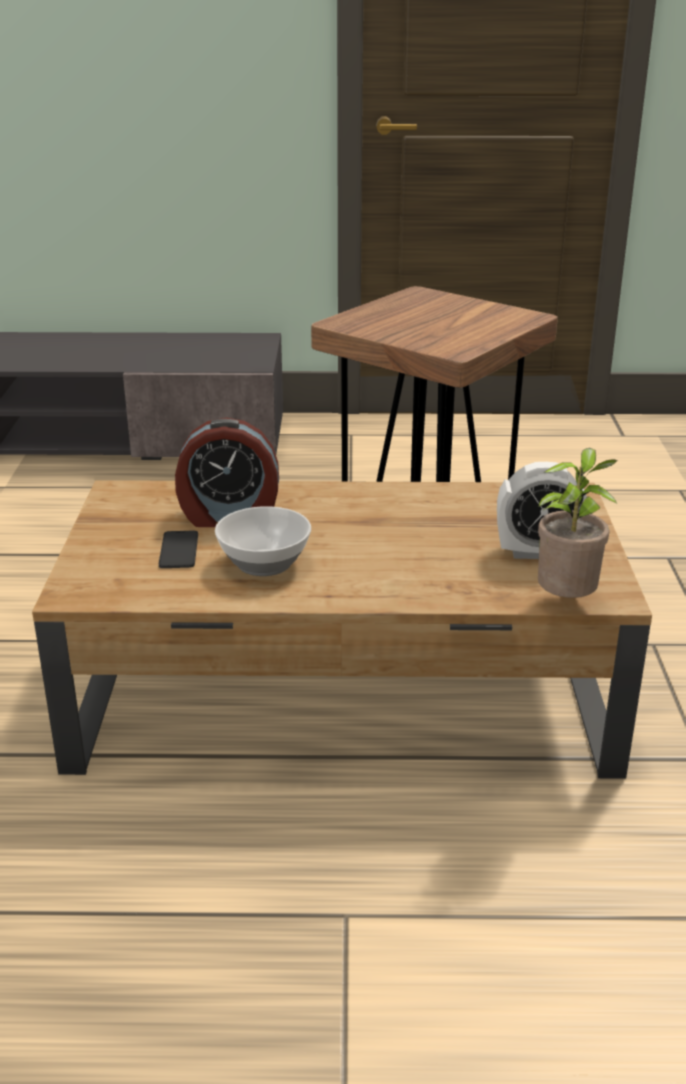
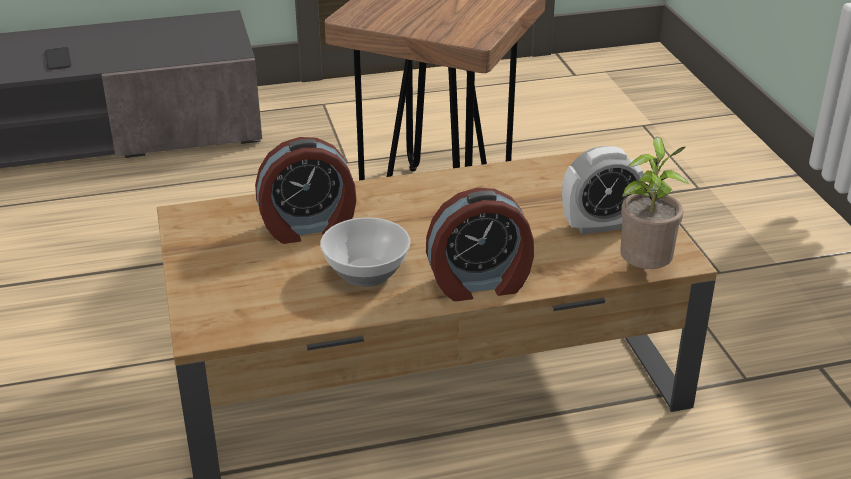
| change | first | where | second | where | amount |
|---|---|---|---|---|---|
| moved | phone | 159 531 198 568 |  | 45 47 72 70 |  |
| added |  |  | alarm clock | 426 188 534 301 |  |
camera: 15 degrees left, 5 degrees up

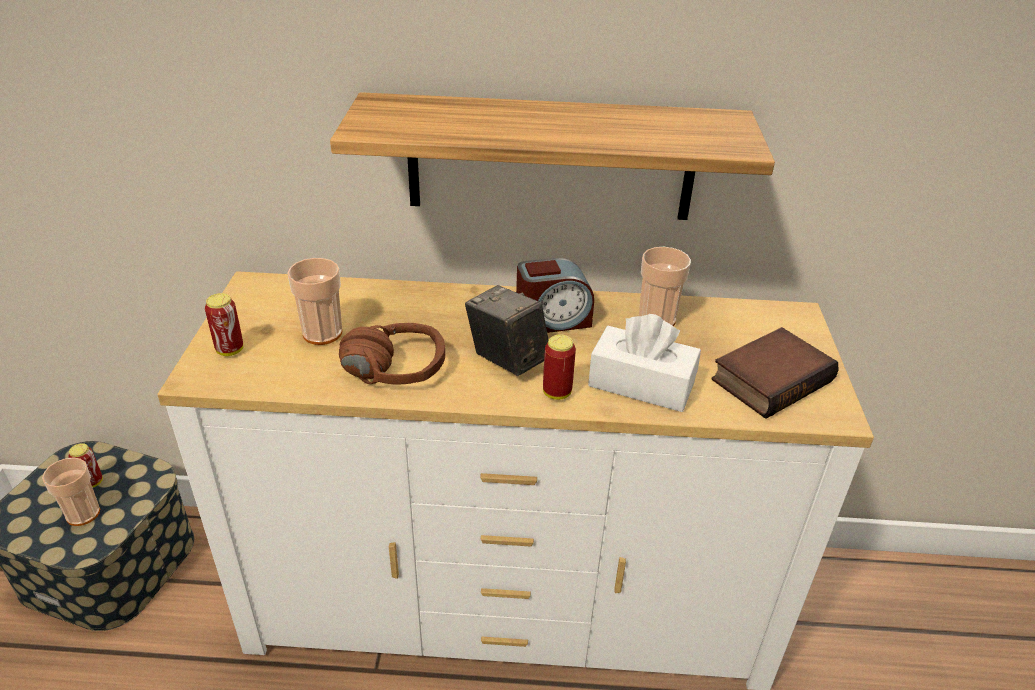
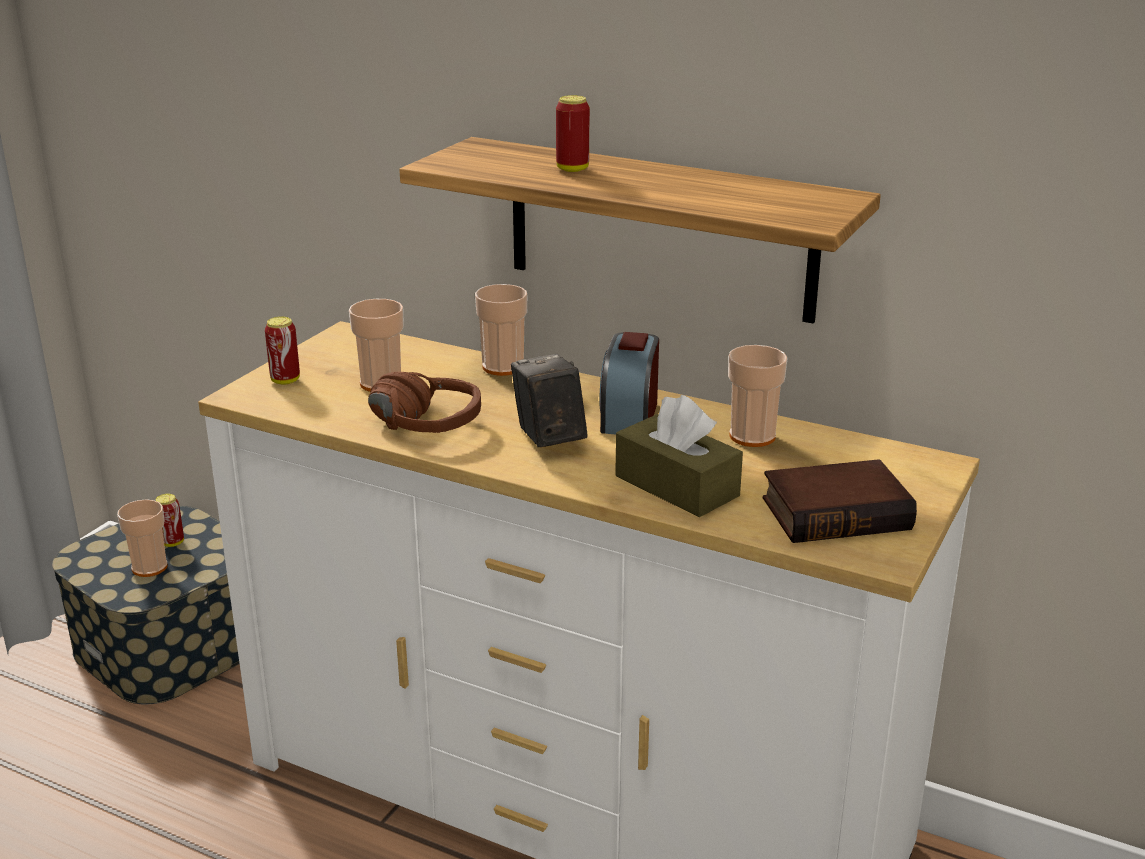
| change | first | where | second | where | amount |
|---|---|---|---|---|---|
| turned | alarm clock | 516 258 594 333 |  | 599 332 659 434 | 90 degrees clockwise |
| moved | can | 543 334 576 400 |  | 556 95 590 172 |  |
| recoloured | white tissue box | 588 314 701 412 | brown tissue box | 615 395 743 517 |  |
| added |  |  | cup | 475 284 527 376 |  |
camera: 25 degrees right, 10 degrees down

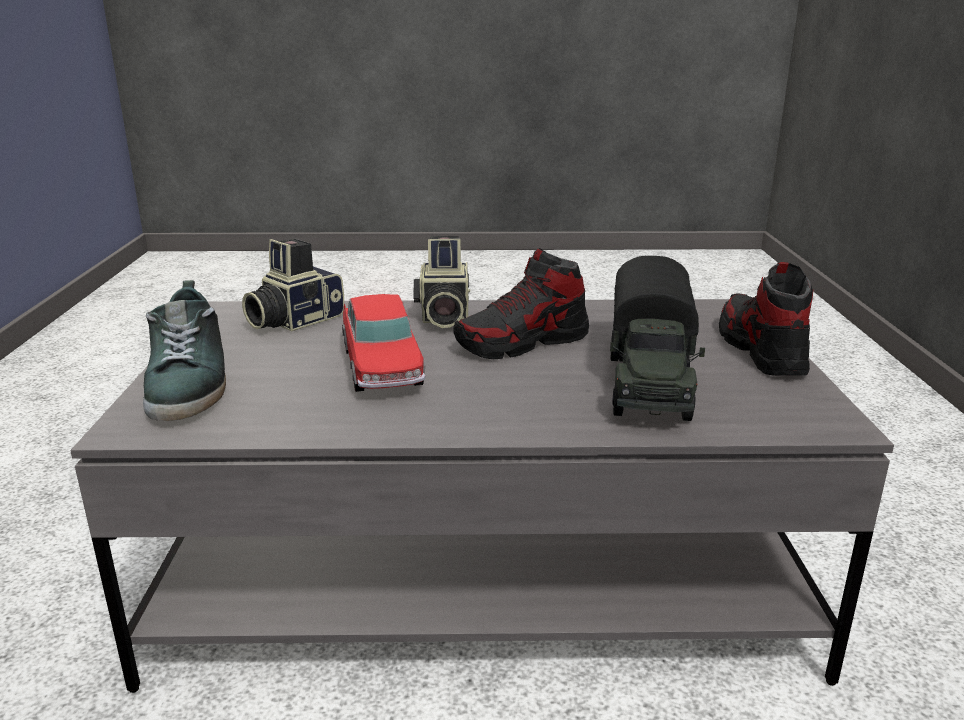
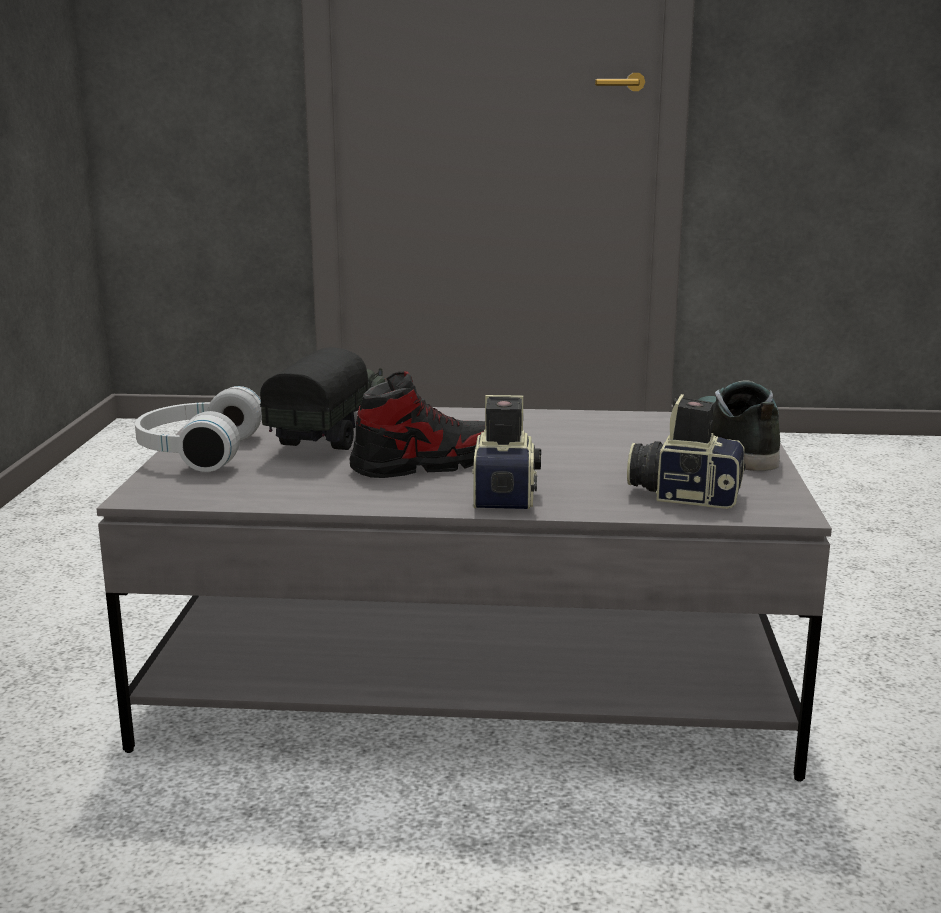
| change | first | where | second | where | amount |
|---|---|---|---|---|---|
| turned | photo camera | 242 239 344 331 |  | 627 394 746 509 | 120 degrees counterclockwise |
| removed | toy car | 342 294 425 392 |  |  |  |
| replaced | shoe | 719 262 814 376 | white headphones | 135 386 262 472 |  |
camera: 175 degrees left, 5 degrees down

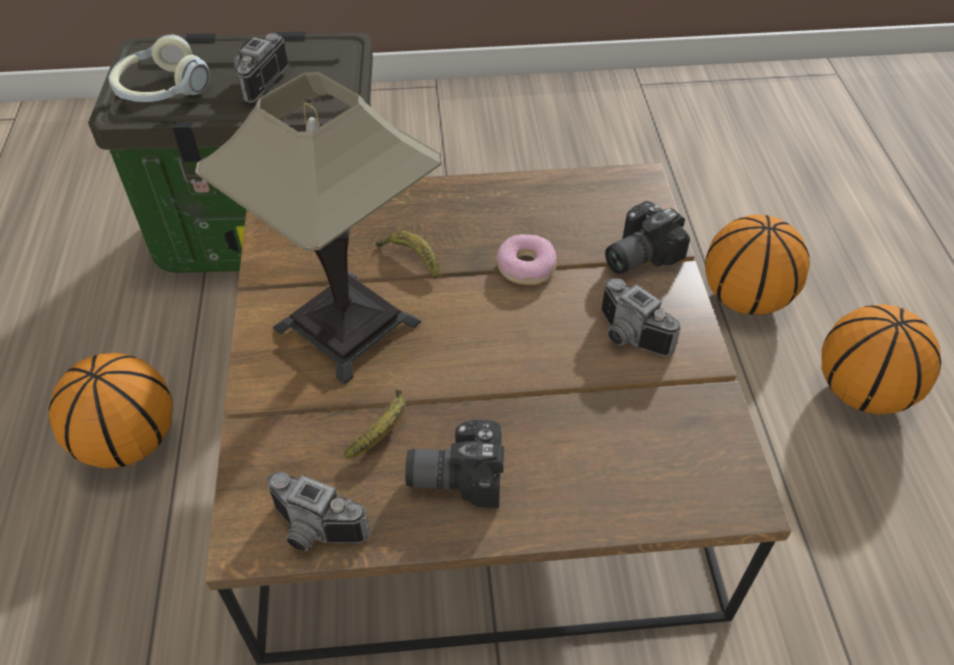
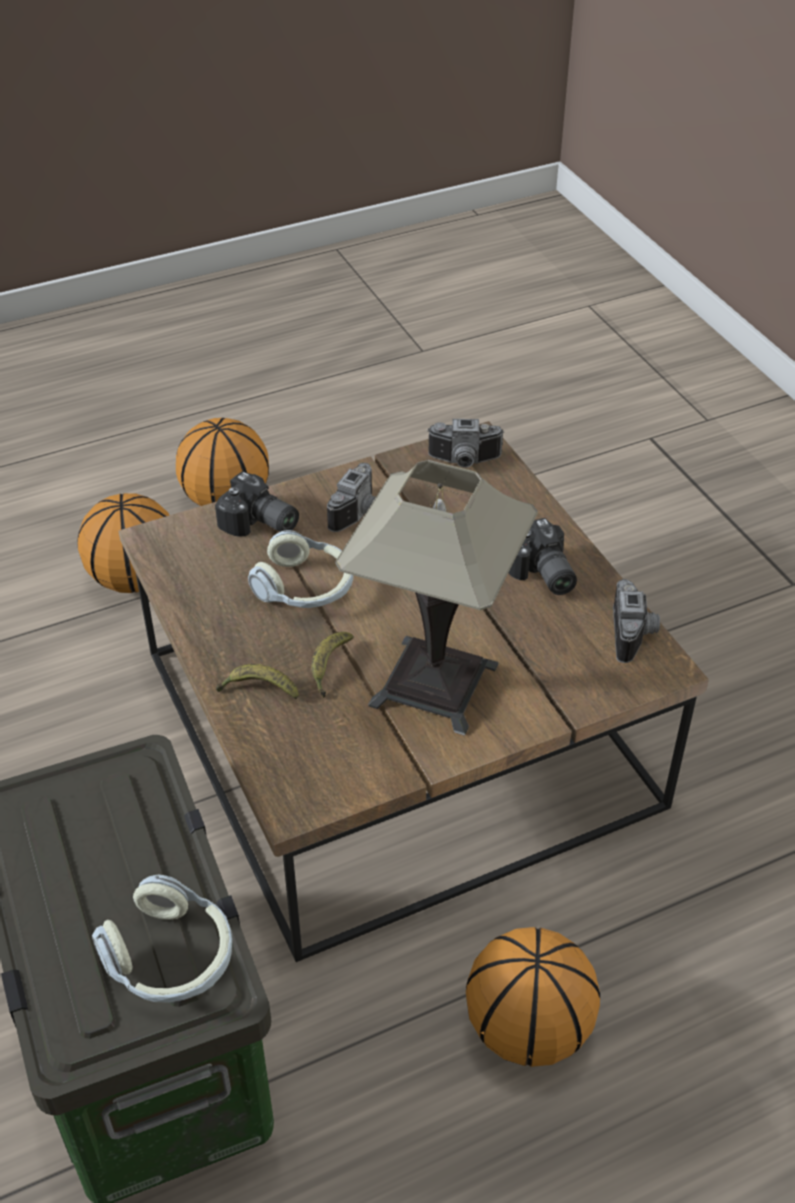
| change | first | where | second | where | amount |
|---|---|---|---|---|---|
| moved | photo camera | 234 33 289 103 |  | 427 419 504 468 |  |
| moved | banana | 344 389 405 458 |  | 216 664 299 699 |  |
| replaced | donut | 496 234 557 285 | headphones | 248 530 353 608 |  |
camera: 110 degrees left, 5 degrees down

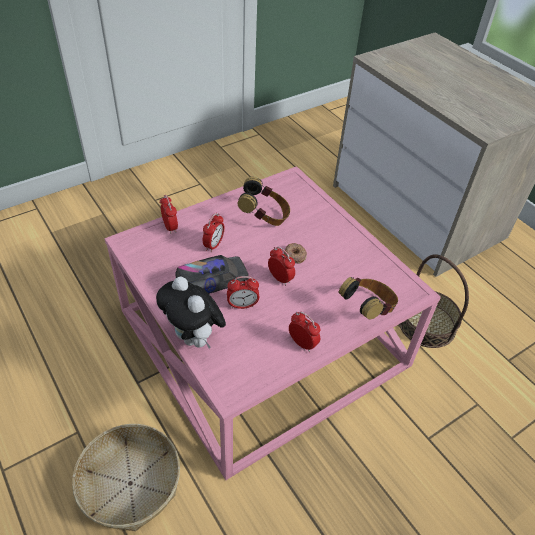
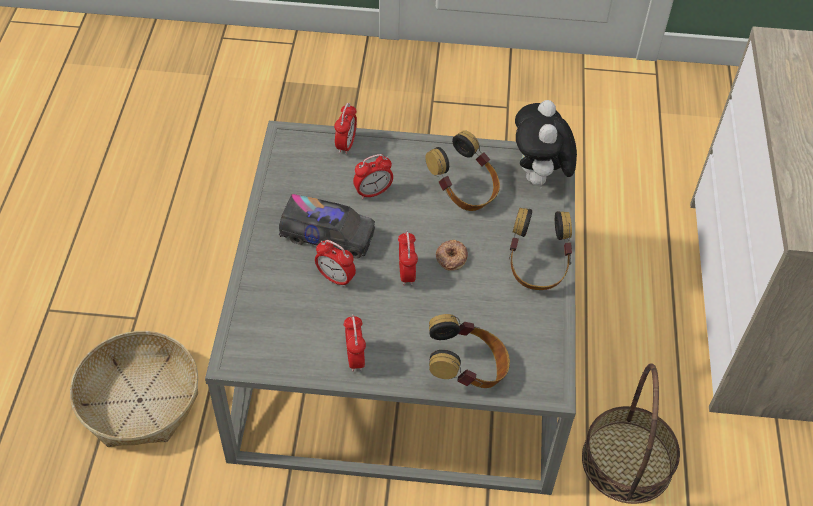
| change | first | where | second | where | amount |
|---|---|---|---|---|---|
| recoloured | pink coffee table | 104 166 441 480 | grey coffee table | 205 121 576 495 |  |
| moved | plush toy | 156 276 226 349 |  | 515 100 577 190 |  |
| added |  |  | headphones | 509 208 572 290 |  |
camera: 40 degrees right, 5 degrees up

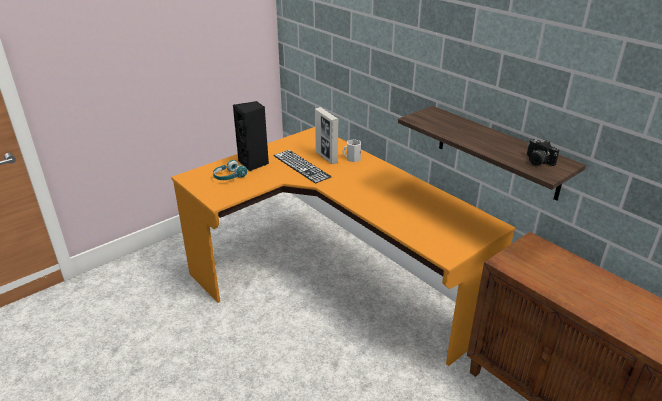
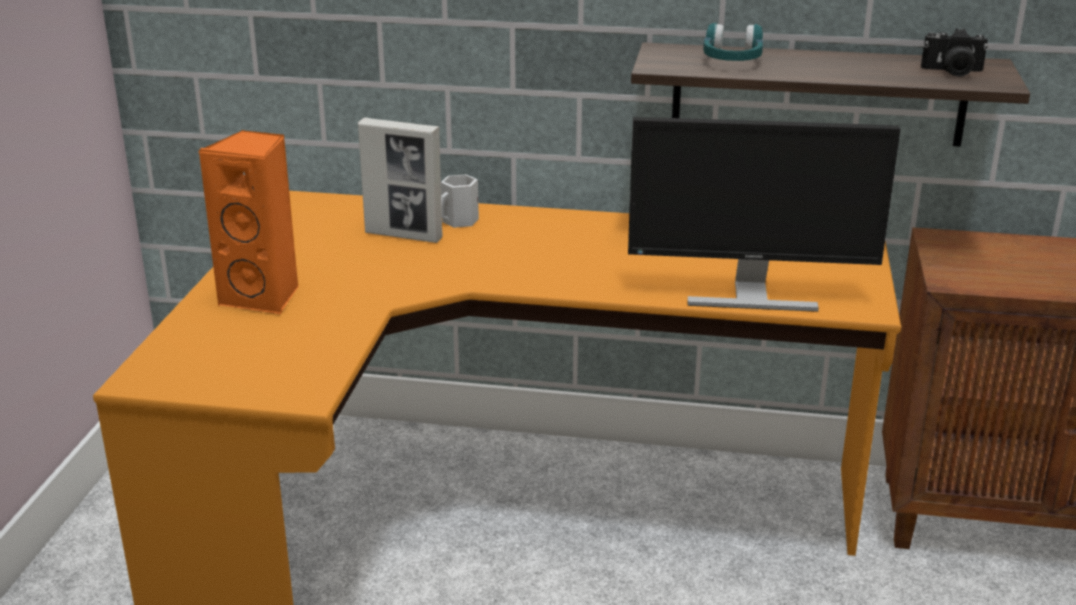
| change | first | where | second | where | amount |
|---|---|---|---|---|---|
| moved | turquoise headphones | 213 160 247 180 |  | 703 23 763 61 |  |
| recoloured | black speaker | 233 101 269 171 | orange speaker | 199 130 299 315 |  |
| removed | keyboard | 273 150 331 184 |  |  |  |
| added |  |  | monitor | 628 117 901 312 |  |
camera: 40 degrees left, 5 degrees down

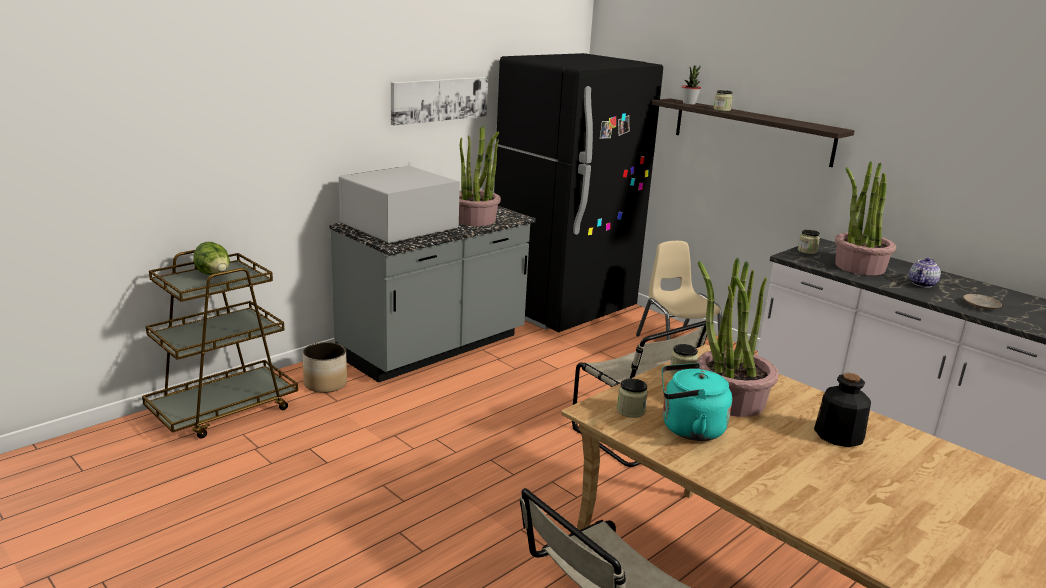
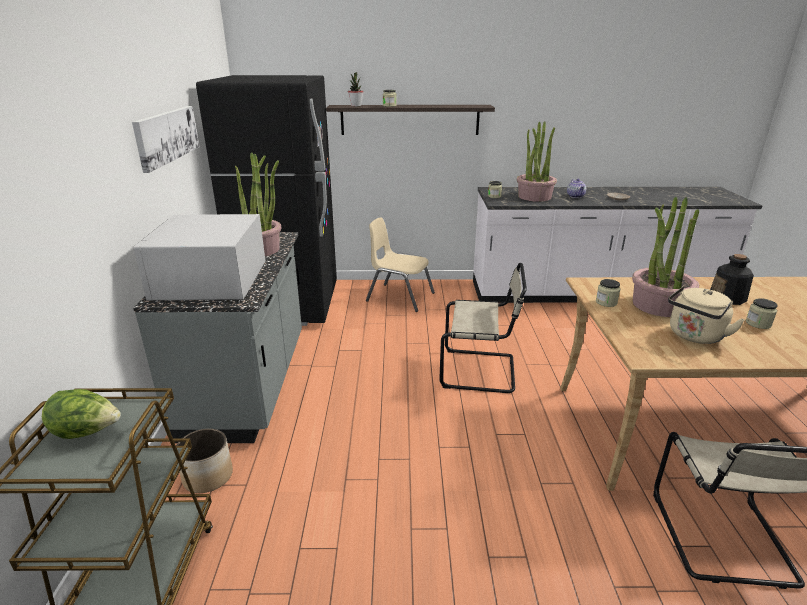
| change | first | where | second | where | amount |
|---|---|---|---|---|---|
| moved | jar | 617 378 648 418 |  | 746 298 778 329 |  |
| recoloured | turquoise kettle | 662 363 732 441 | beige kettle | 668 285 745 344 |  |
camera: 45 degrees left, 5 degrees up

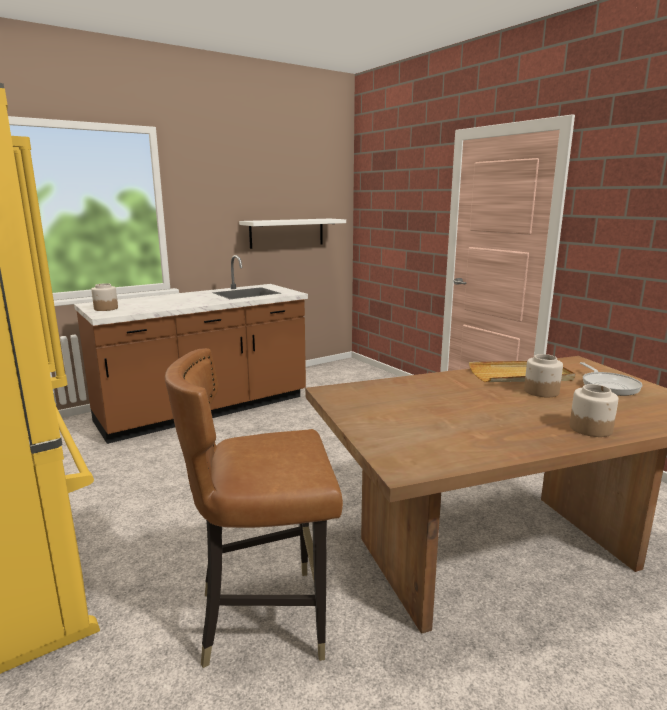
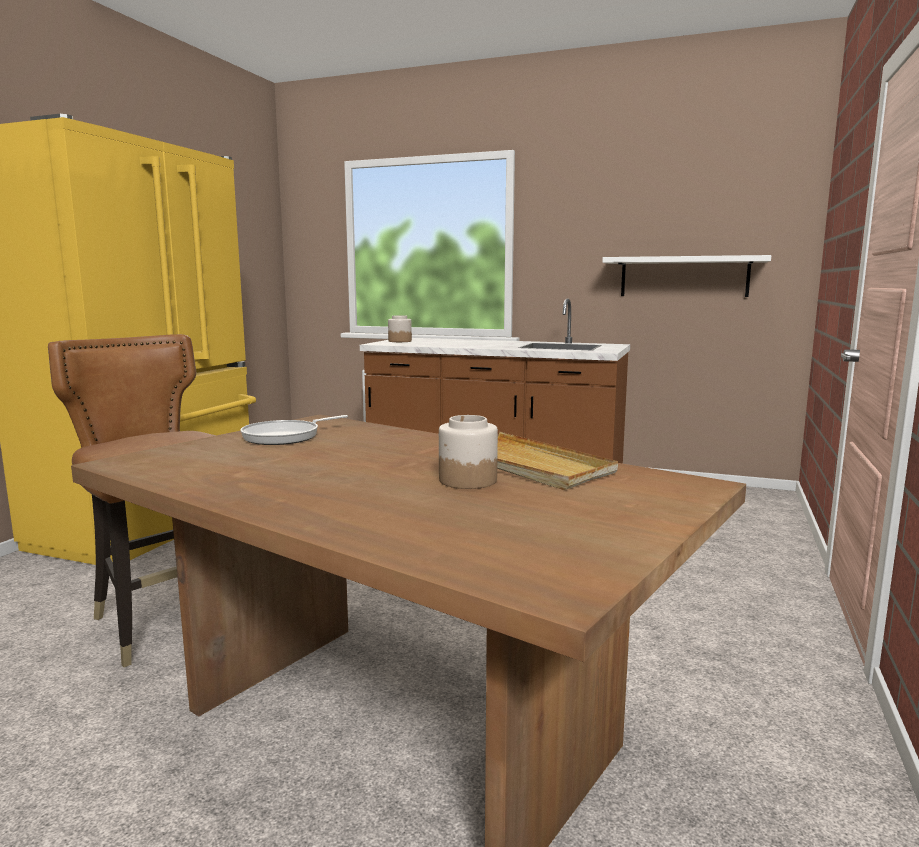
| change | first | where | second | where | amount |
|---|---|---|---|---|---|
| removed | jar | 570 384 618 437 |  |  |  |
| moved | frying pan | 580 362 643 396 |  | 240 415 348 445 |  |
camera: 55 degrees right, 5 degrees down

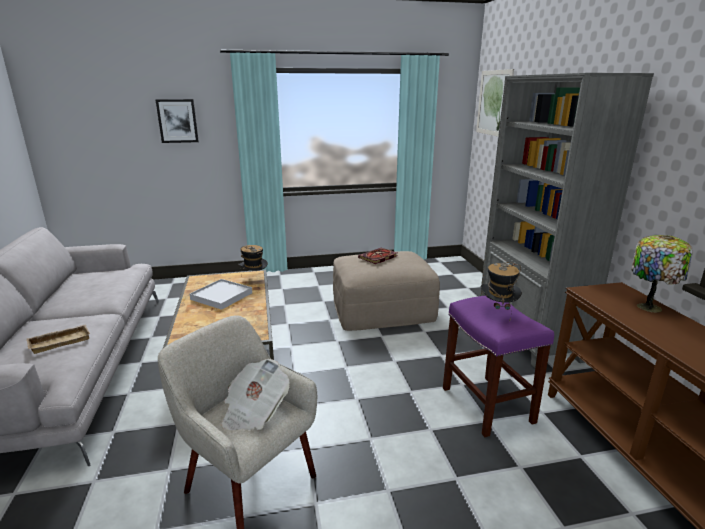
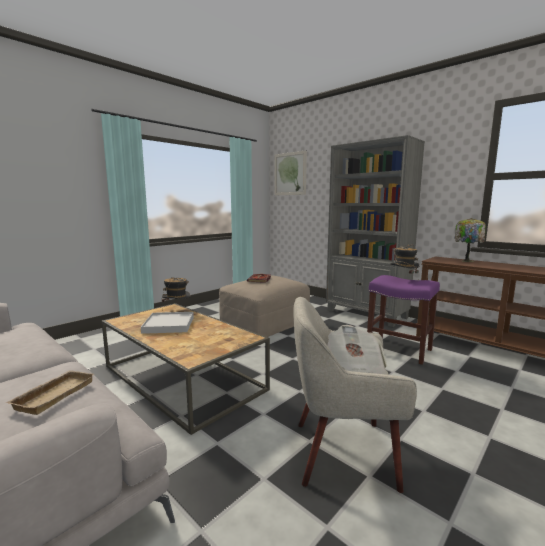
| change | first | where | second | where | amount |
|---|---|---|---|---|---|
| removed | picture | 156 99 199 143 |  |  |  |
camera: 35 degrees left, 10 degrees down

